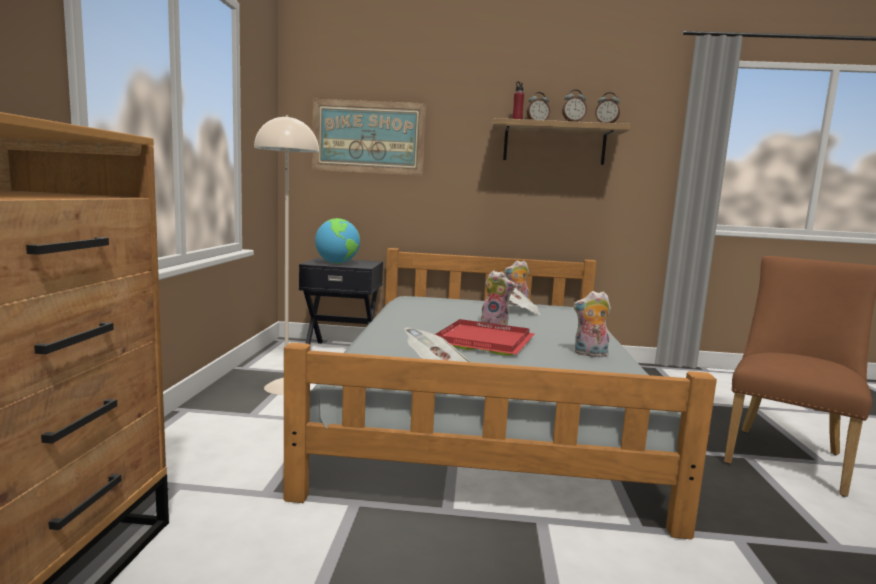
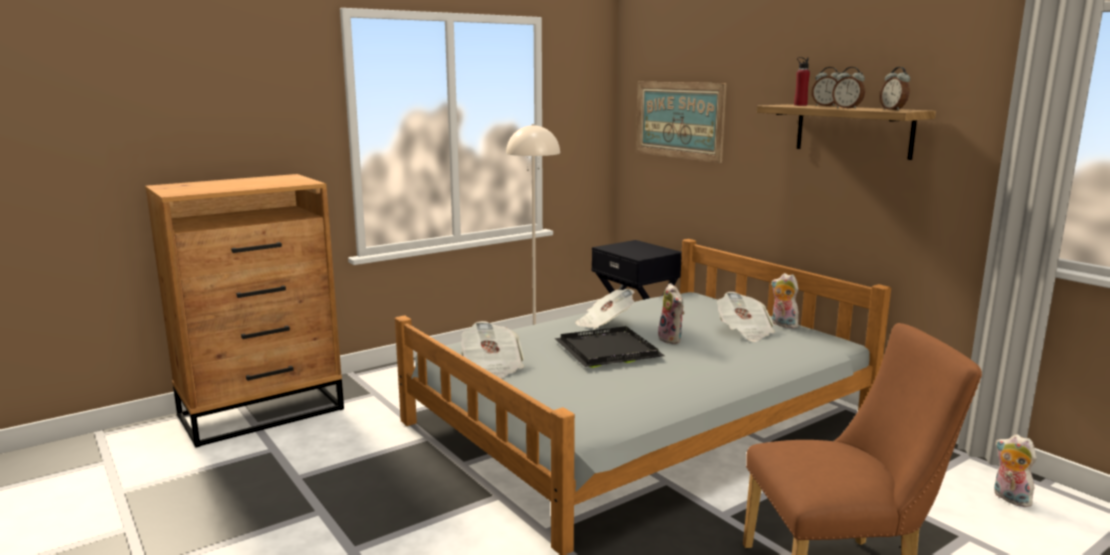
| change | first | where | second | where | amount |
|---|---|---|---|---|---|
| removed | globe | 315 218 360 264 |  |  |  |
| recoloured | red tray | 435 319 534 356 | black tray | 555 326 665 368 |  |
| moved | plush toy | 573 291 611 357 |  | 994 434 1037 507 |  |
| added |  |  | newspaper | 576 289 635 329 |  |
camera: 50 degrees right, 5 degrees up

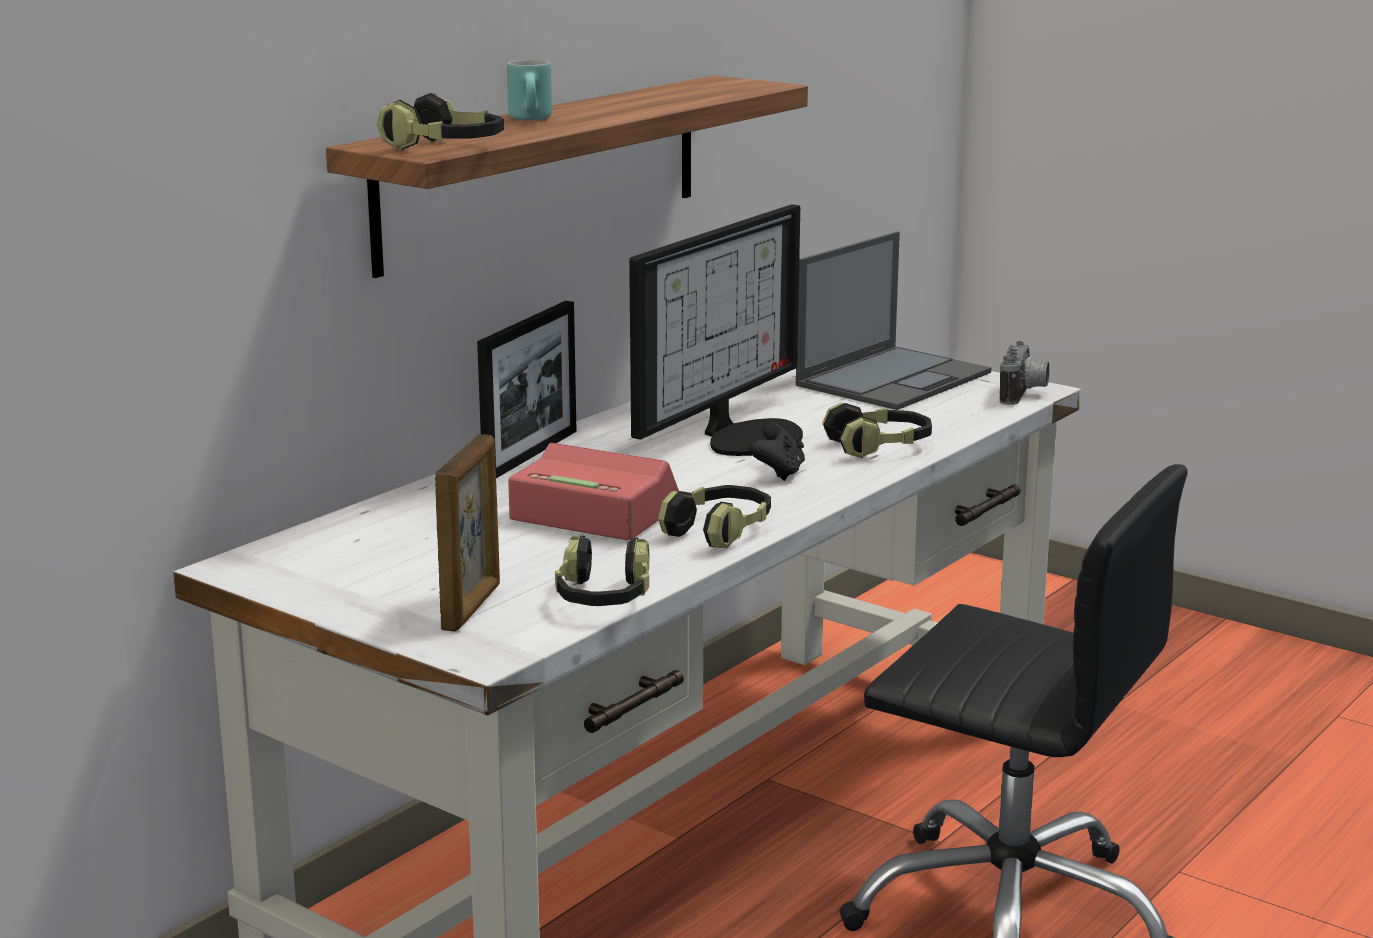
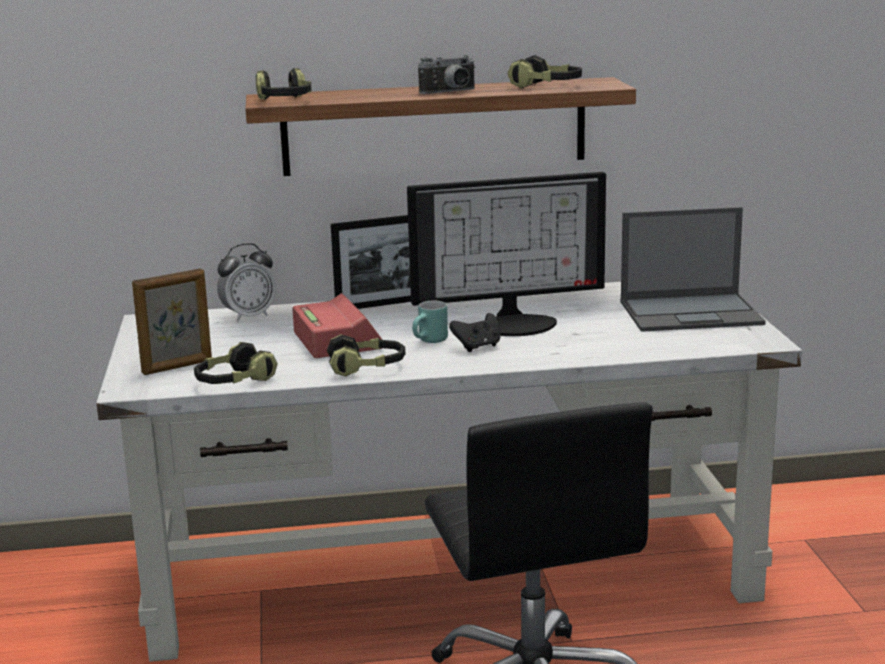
| change | first | where | second | where | amount |
|---|---|---|---|---|---|
| moved | turquoise mug | 507 59 552 121 |  | 412 301 448 343 |  |
| moved | headphones | 822 402 932 458 |  | 507 55 582 88 |  |
| moved | photo camera | 1000 341 1050 405 |  | 418 55 476 94 |  |
| added |  |  | alarm clock | 217 243 276 322 |  |
camera: 45 degrees right, 0 degrees up

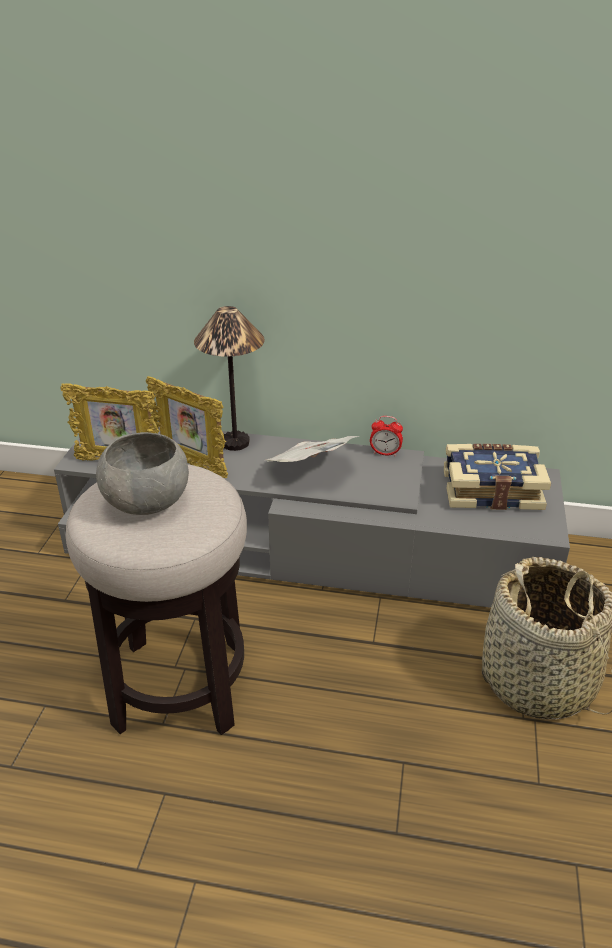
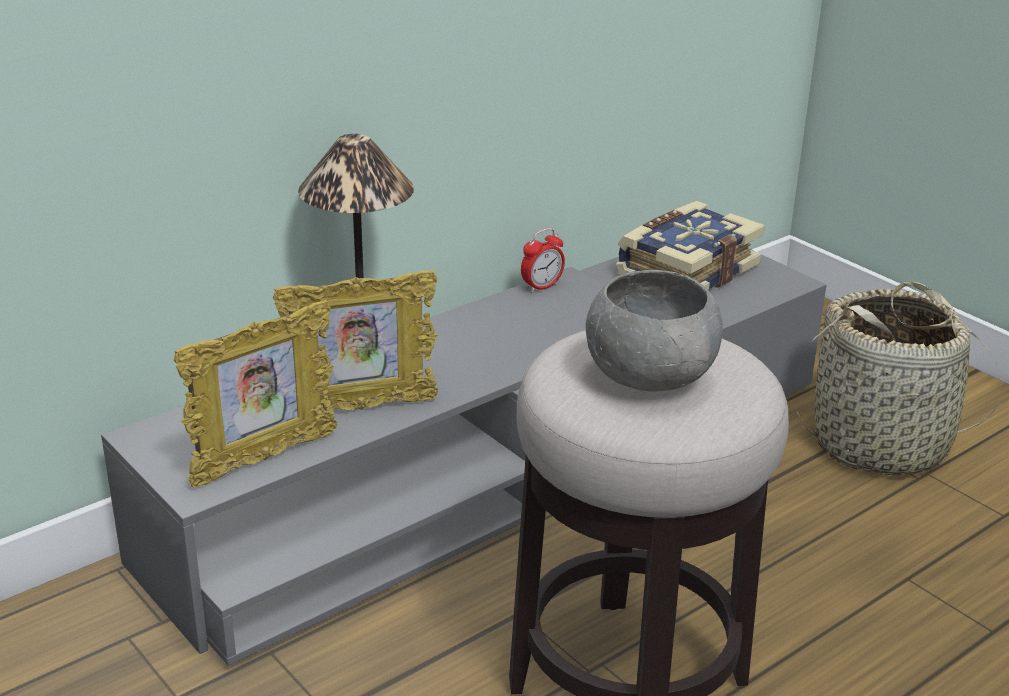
| change | first | where | second | where | amount |
|---|---|---|---|---|---|
| removed | newspaper | 267 436 359 462 |  |  |  |
camera: 50 degrees left, 5 degrees down

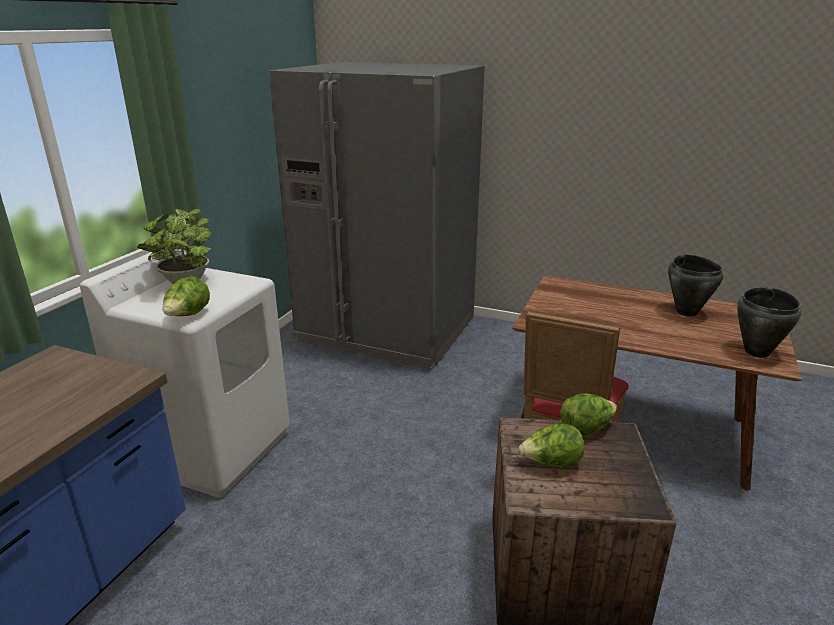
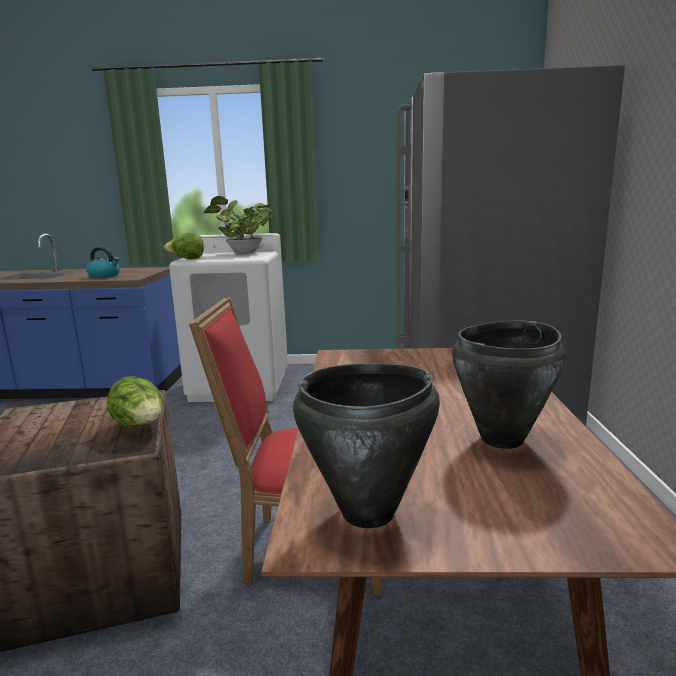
| change | first | where | second | where | amount |
|---|---|---|---|---|---|
| removed | lettuce | 519 423 584 467 |  |  |  |
| added |  |  | kettle | 86 247 120 278 |  |
camera: 70 degrees right, 10 degrees down

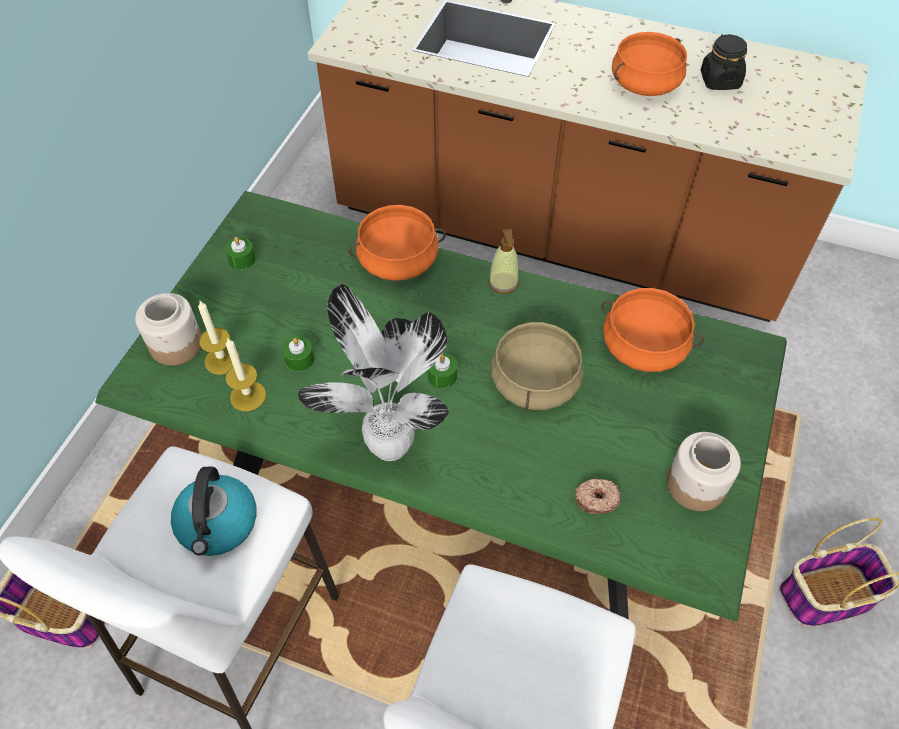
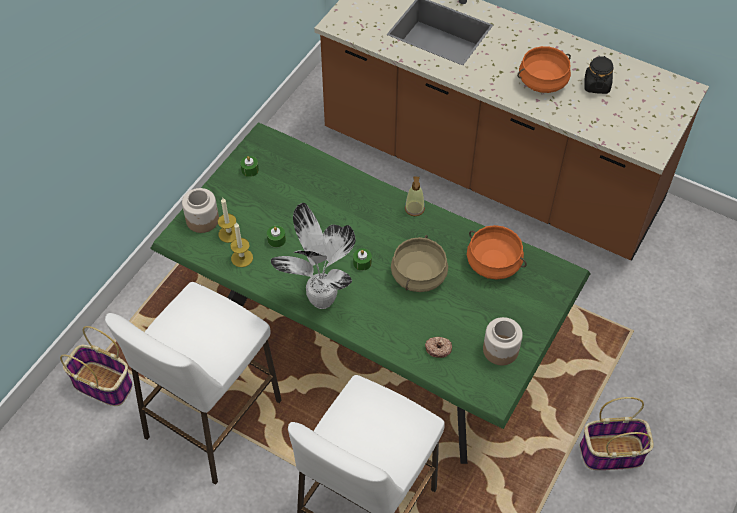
| change | first | where | second | where | amount |
|---|---|---|---|---|---|
| removed | kettle | 171 467 257 556 |  |  |  |
| removed | orange cooking pot | 349 205 446 281 |  |  |  |
camera: 10 degrees right, 0 degrees up

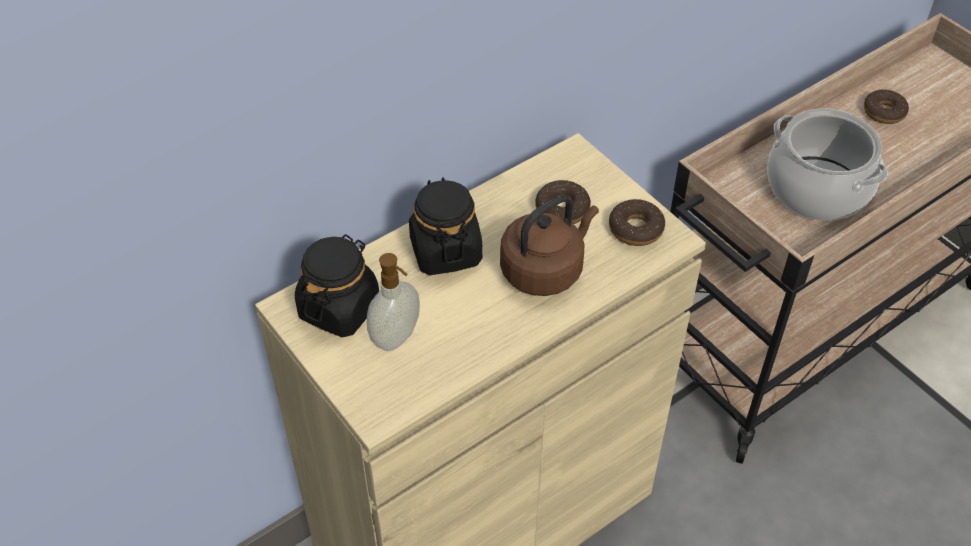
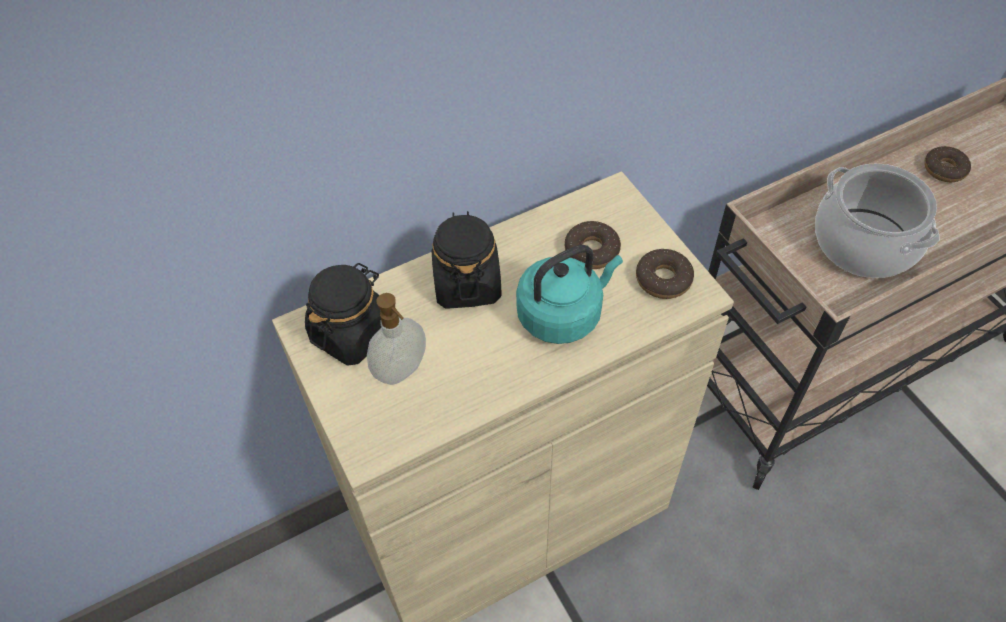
| change | first | where | second | where | amount |
|---|---|---|---|---|---|
| recoloured | brown kettle | 500 195 599 296 | turquoise kettle | 516 245 623 344 |  |
camera: 10 degrees right, 5 degrees up

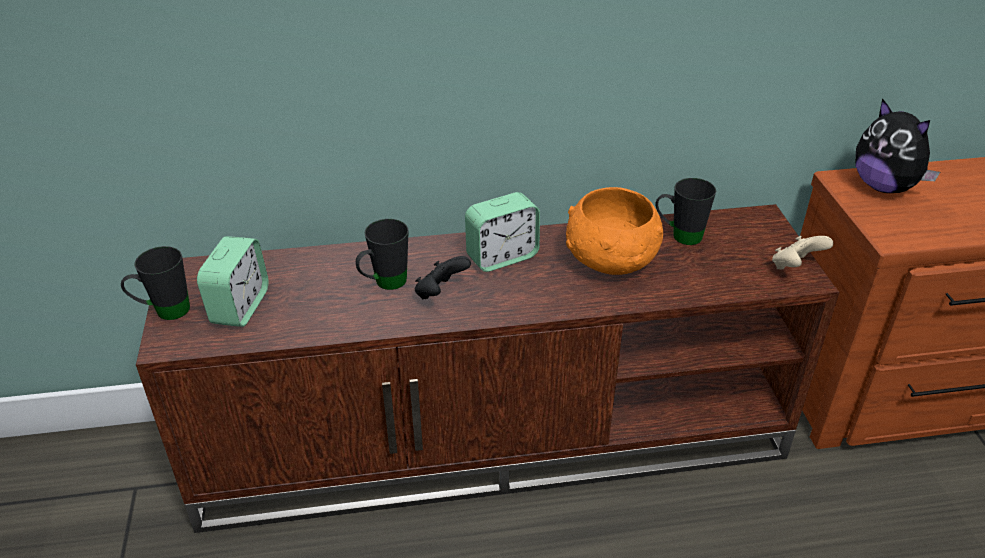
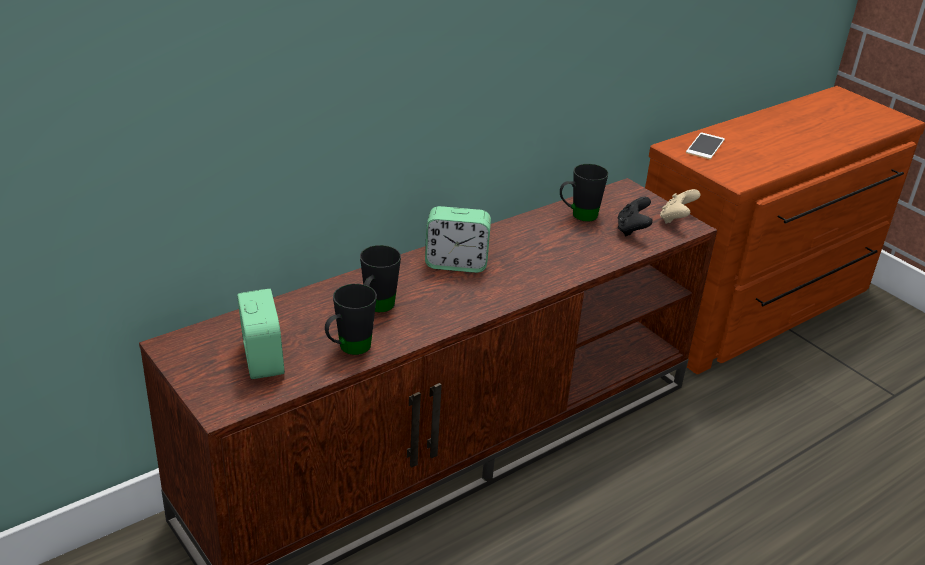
| change | first | where | second | where | amount |
|---|---|---|---|---|---|
| moved | black mug | 121 246 190 320 |  | 325 284 377 355 |  |
| moved | black game controller | 415 256 471 299 |  | 618 197 653 237 |  |
| turned | alarm clock | 465 192 540 272 |  | 425 206 491 273 | 60 degrees clockwise |
| removed | orange bowl | 566 187 663 275 |  |  |  |
| replaced | plush toy | 855 98 940 193 | phone | 686 133 725 159 |  |
camera: 30 degrees left, 5 degrees down

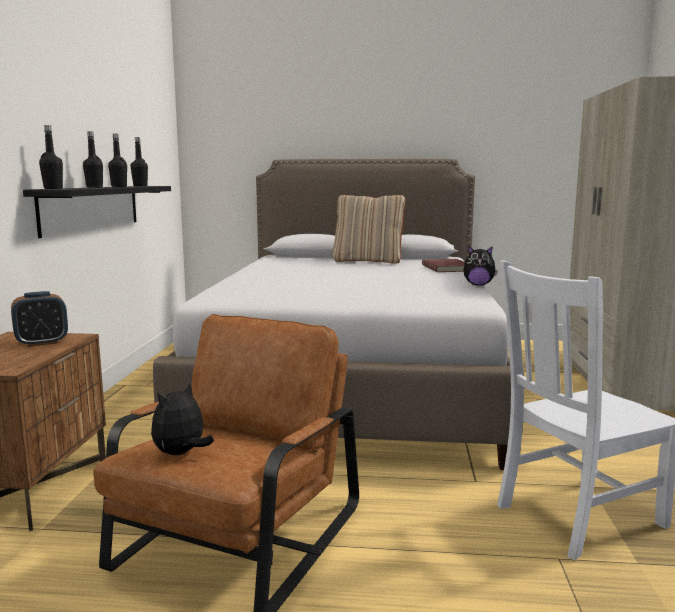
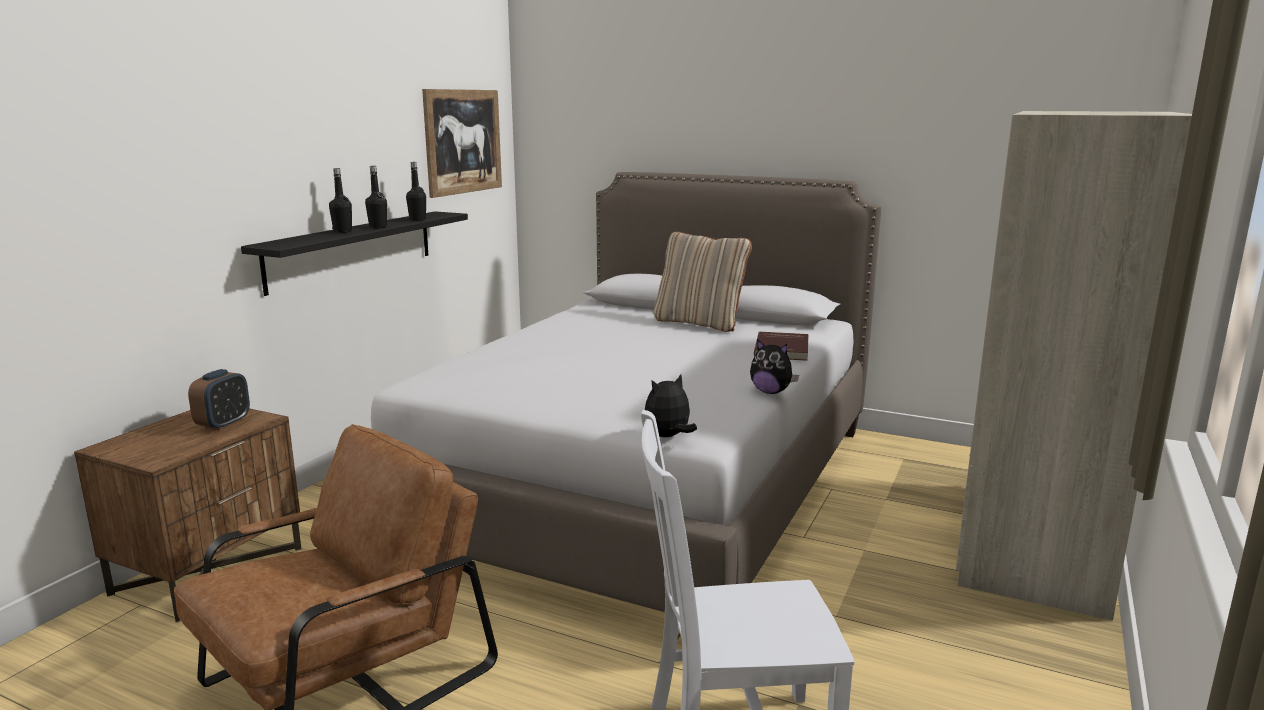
| change | first | where | second | where | amount |
|---|---|---|---|---|---|
| turned | alarm clock | 11 291 68 347 |  | 188 369 250 431 | 60 degrees counterclockwise |
| removed | black bottle | 39 125 63 189 |  |  |  |
| moved | plush toy | 151 382 214 455 |  | 645 374 697 437 |  |
| added |  |  | picture | 422 89 502 198 |  |
camera: 20 degrees right, 5 degrees up

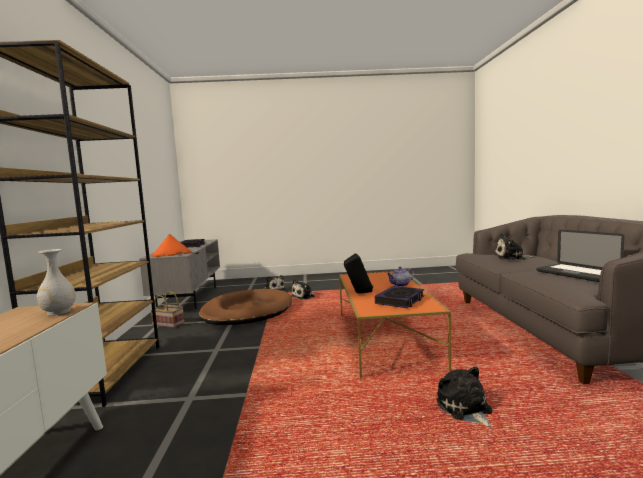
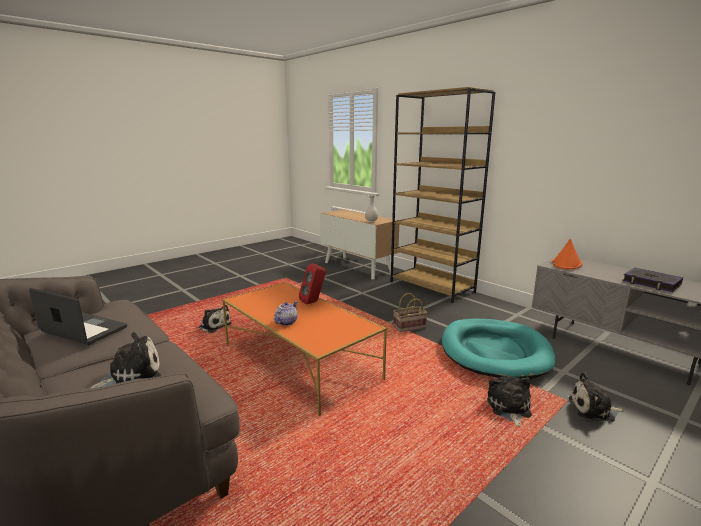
| change | first | where | second | where | amount |
|---|---|---|---|---|---|
| moved | basket | 150 291 184 328 |  | 393 293 428 332 |  |
| recoloured | brown dog bed | 199 289 292 325 | turquoise dog bed | 442 319 556 379 |  |
| recoloured | black speaker | 344 253 373 293 | red speaker | 299 263 326 305 |  |
| removed | book | 375 286 424 308 |  |  |  |
camera: 140 degrees right, 10 degrees up

